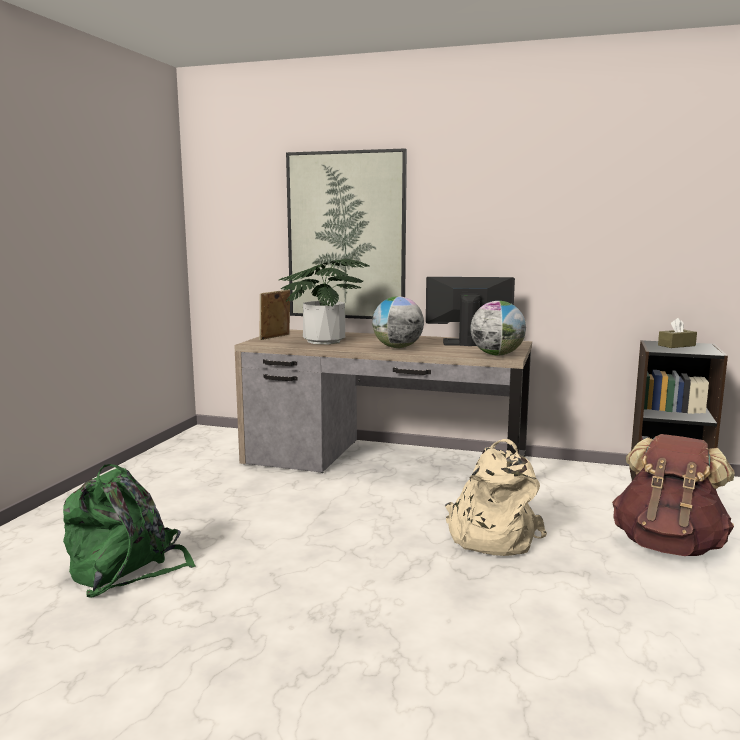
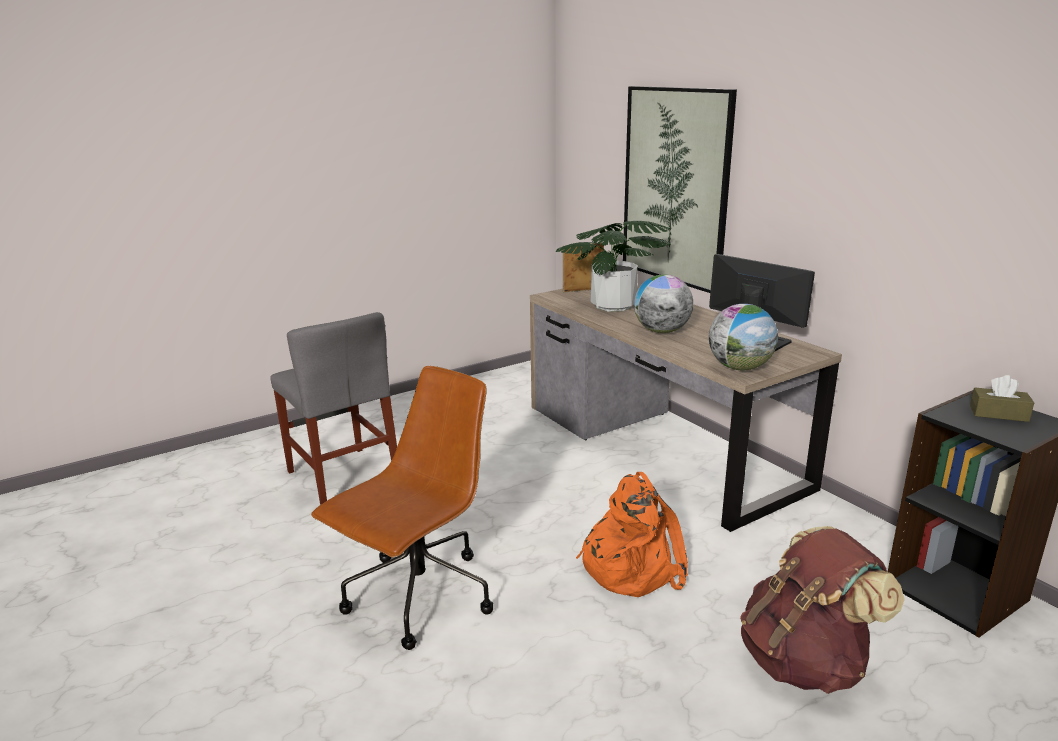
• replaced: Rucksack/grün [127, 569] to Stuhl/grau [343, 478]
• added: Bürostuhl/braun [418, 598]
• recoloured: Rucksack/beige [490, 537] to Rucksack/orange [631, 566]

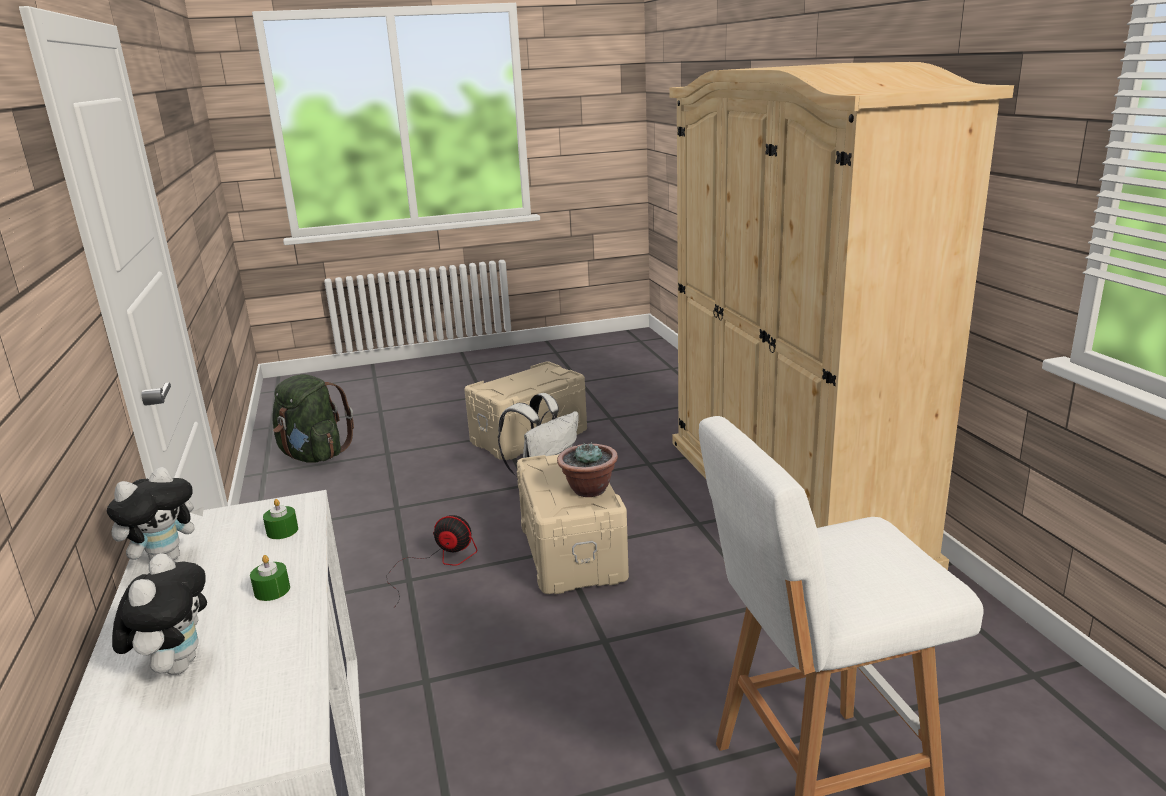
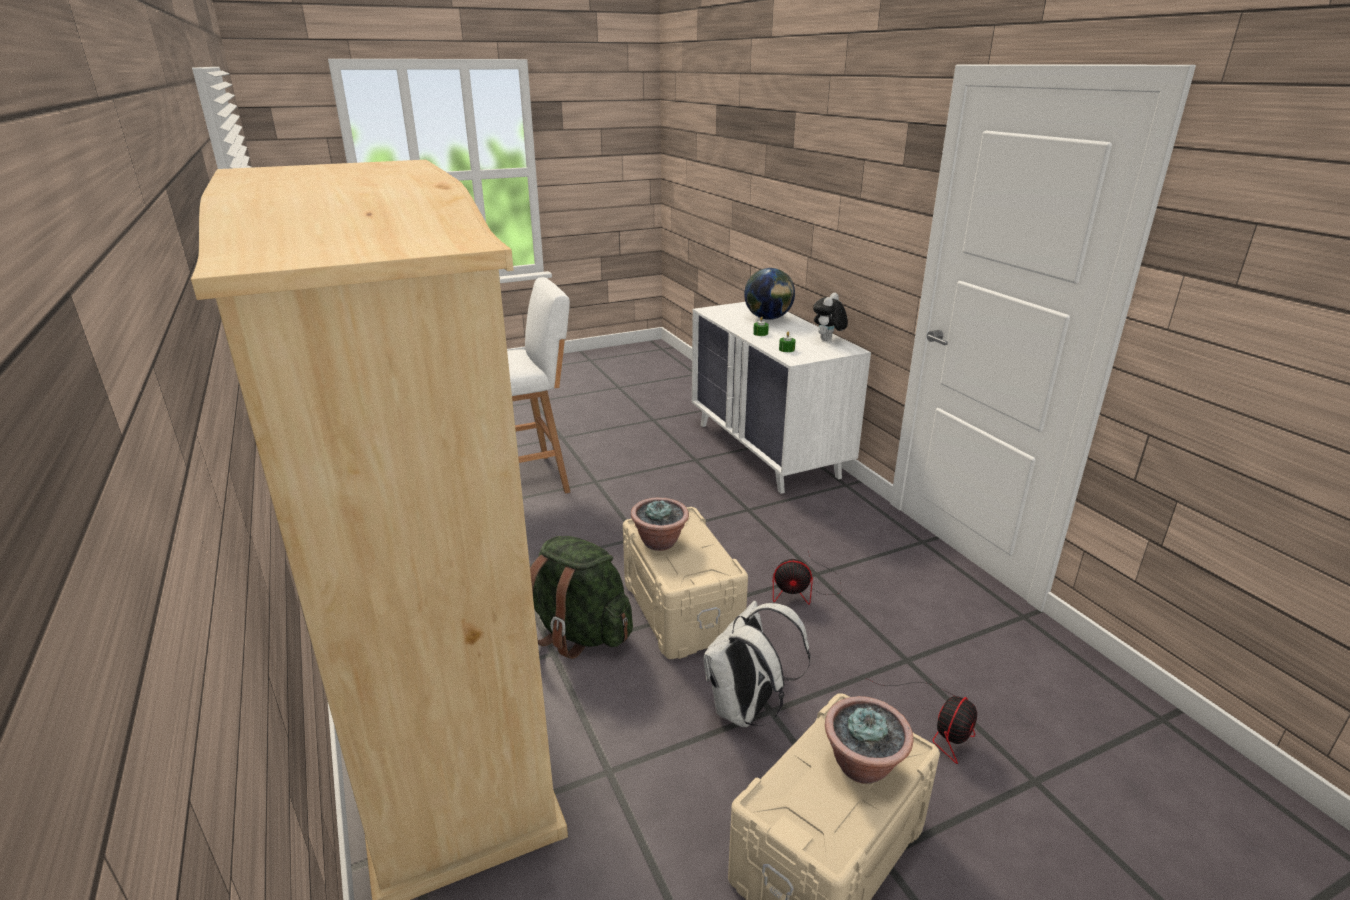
• moved: Rucksack/grün [314, 456] to [579, 633]
• replaced: Plüschtier [176, 665] to Globus [768, 318]
• added: Topfpflanze [863, 766]
• added: Ventilator [940, 725]

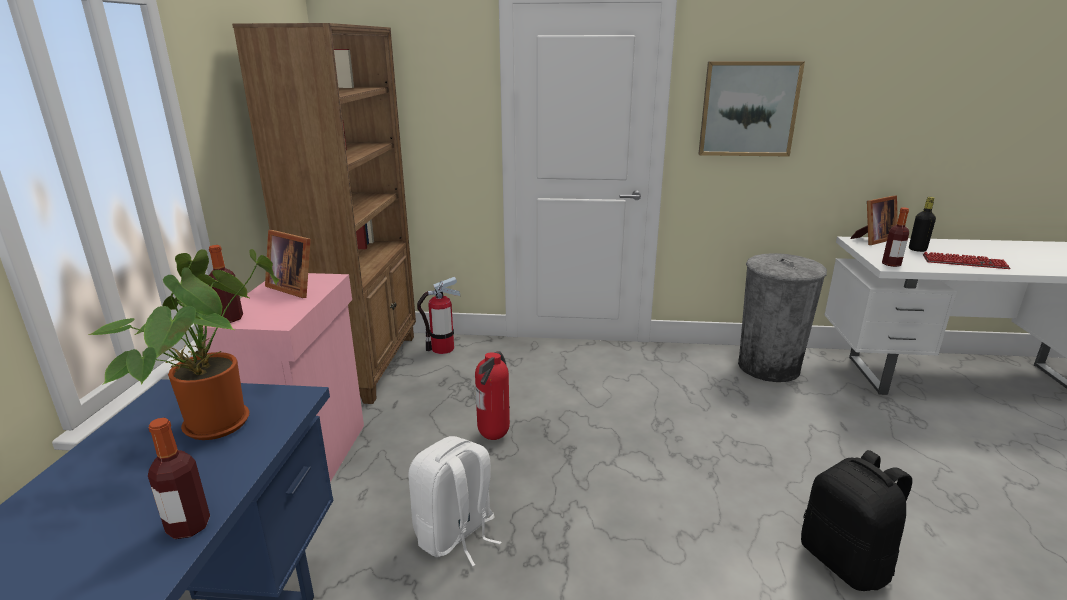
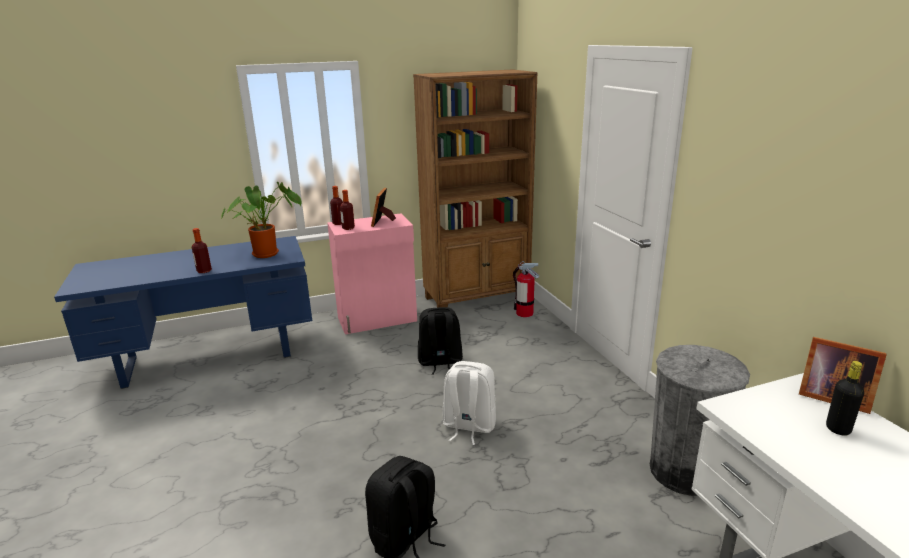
• moved: Flasche [891, 264] to [348, 228]
• replaced: Feuerlöscher [494, 437] to Rucksack/schwarz [440, 362]
• moved: Rucksack/weiß [456, 535] to [468, 426]
• removed: Bild [748, 109]
• removed: Tastatur [964, 262]

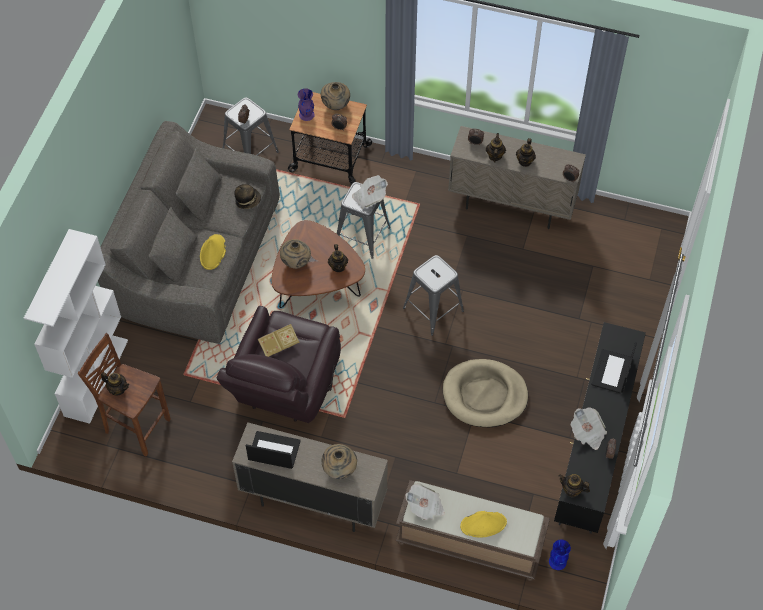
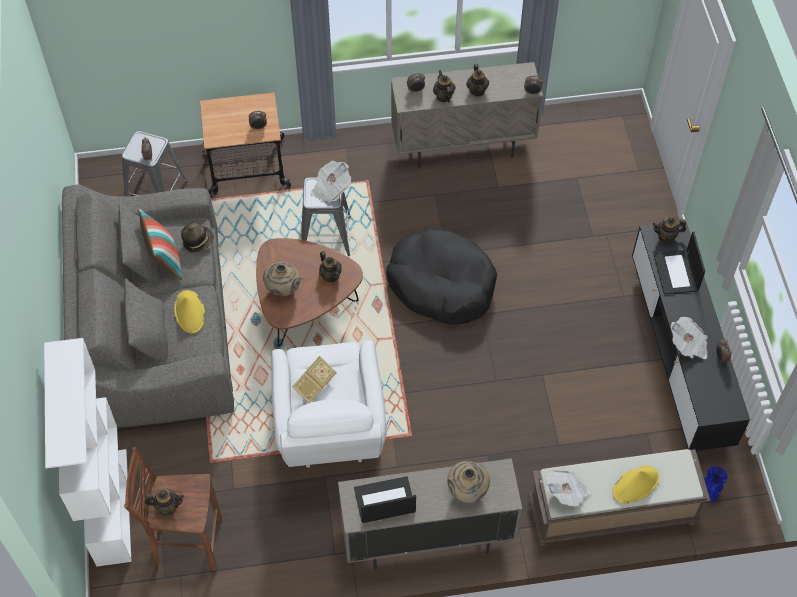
• added: Kissen [164, 260]
• recoloured: Sessel/braun [284, 389] to Sessel/weiß [330, 432]
• replaced: Hocker/grau [433, 309] to Hundebett/schwarz [441, 284]
• moved: Teekanne [572, 490] to [666, 237]
• removed: Vase/lila [306, 115]
• removed: Vase/beige [336, 106]
• removed: Hundebett/beige [484, 395]

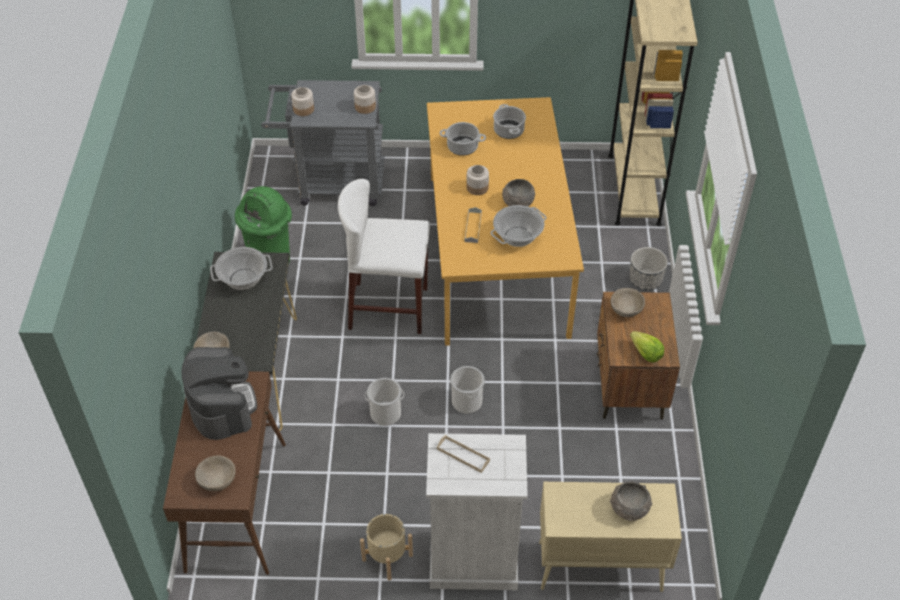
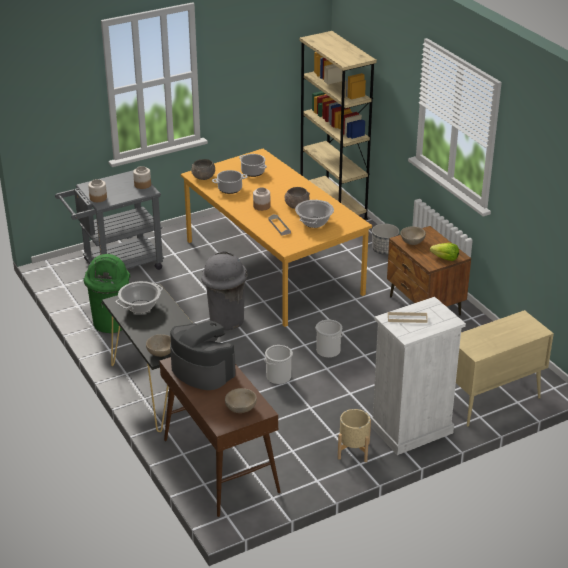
• moved: Schüssel/grau [629, 508] to [203, 177]
• replaced: Hocker/weiß [389, 308] to Mülleimer/grau [226, 320]

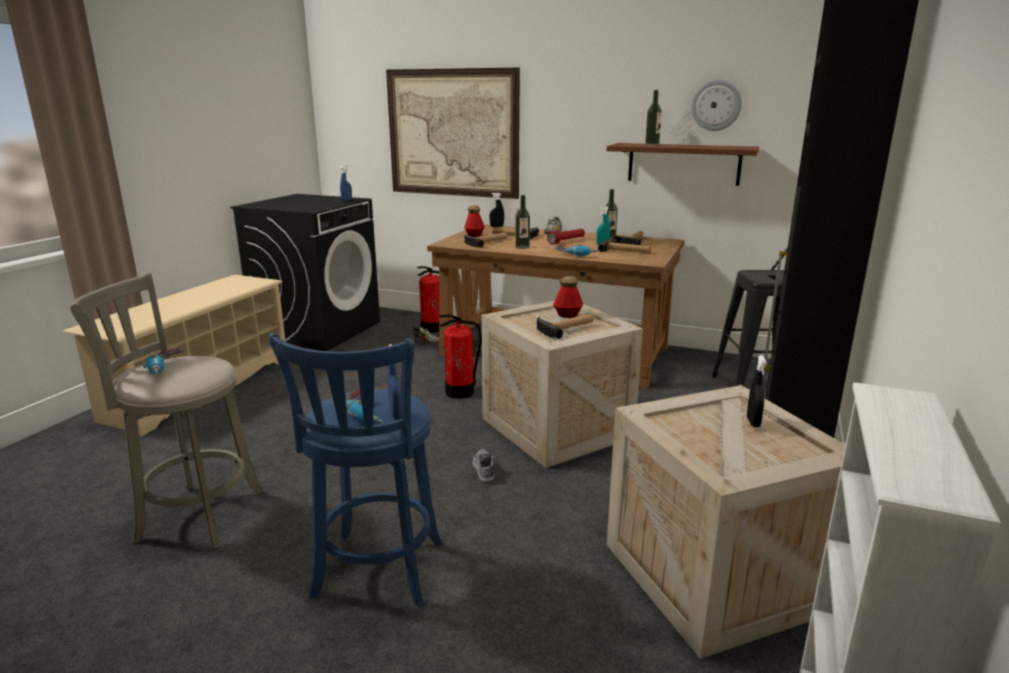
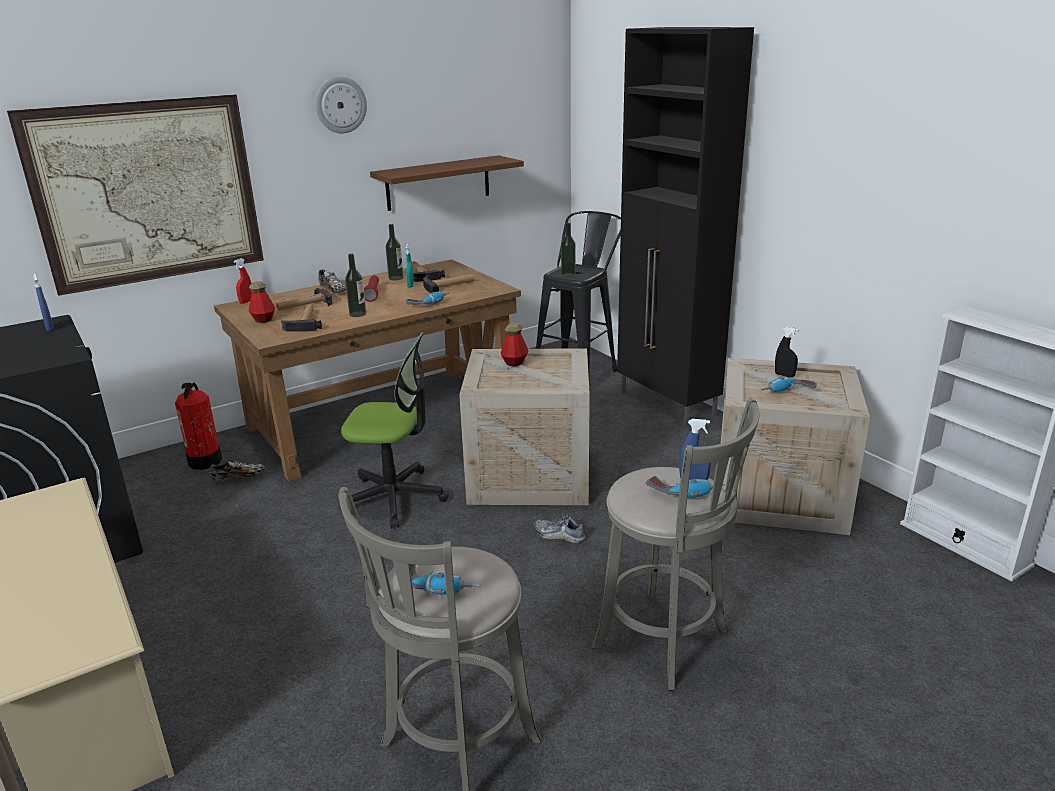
• recoloured: Sprühflasche/schwarz [496, 226] to Sprühflasche/rot [246, 301]
• moved: Wanduhr [716, 105] to [340, 105]
• replaced: Feuerlöscher [460, 392] to Bürostuhl [395, 498]
• moved: Flasche [652, 144] to [568, 275]
• recoloured: Hocker/blau [376, 574] to Hocker/grau [666, 642]
• added: Bohrmaschine [787, 393]
• removed: Hammer [567, 328]

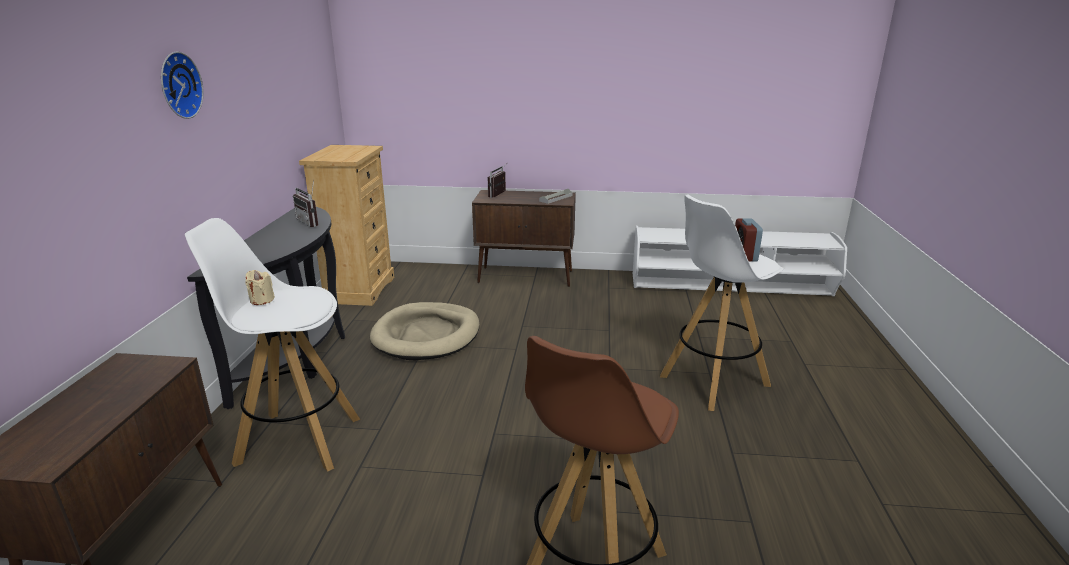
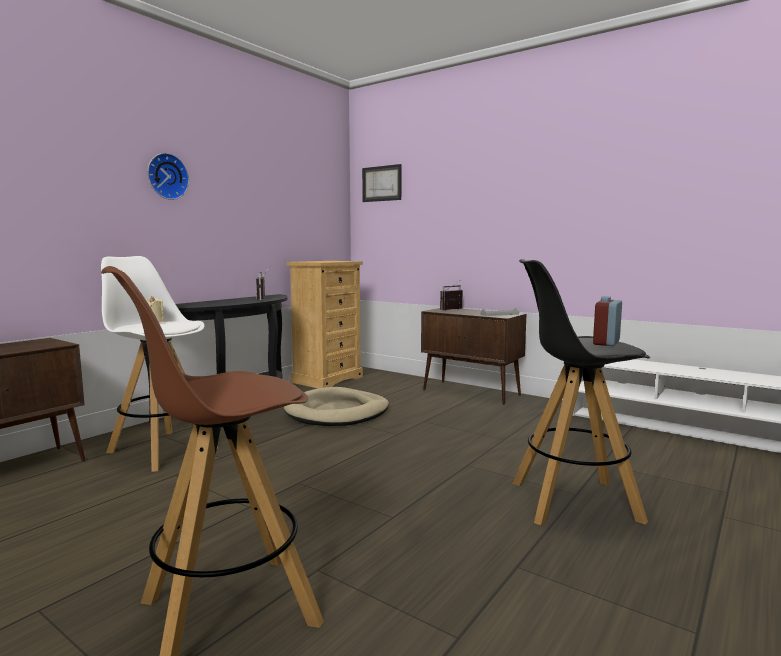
• added: Bild [381, 183]
• recoloured: Hocker/weiß [713, 381] to Hocker/schwarz [572, 501]

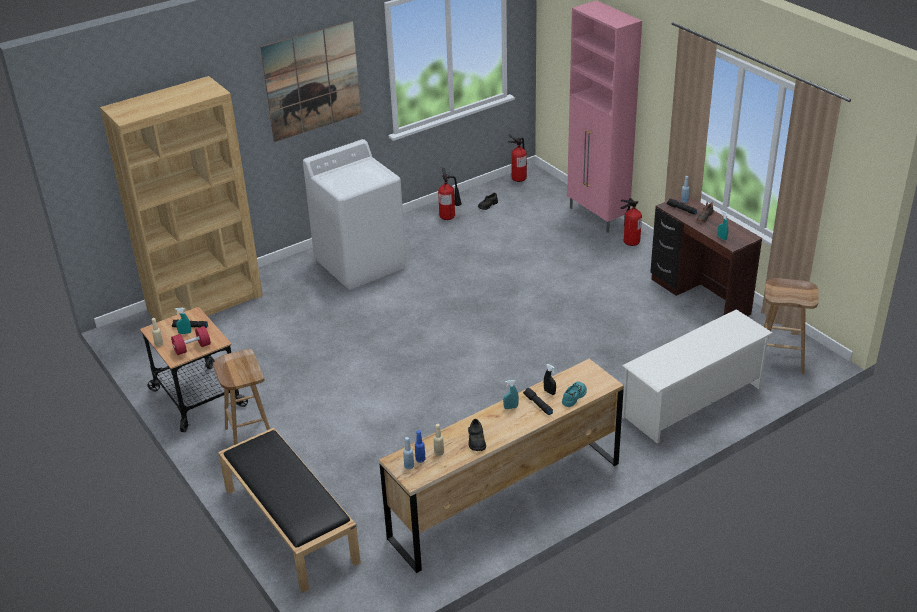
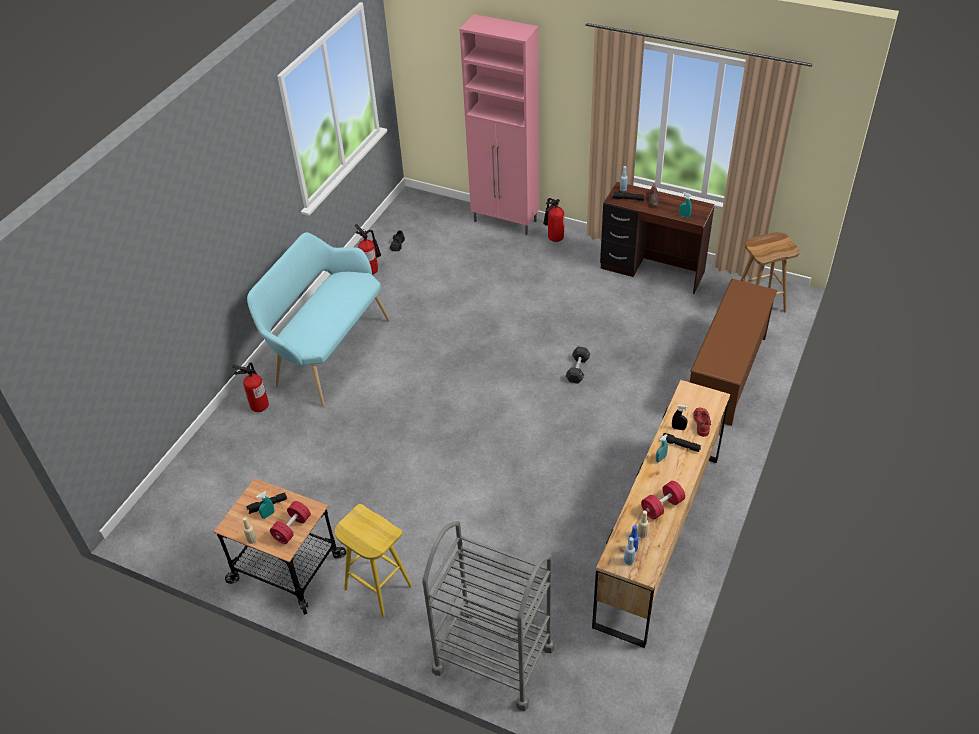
• moved: Feuerlöscher [519, 178] to [259, 405]
• replaced: Waschmaschine/weiß [361, 263] to Bank/türkis [327, 352]
• recoloured: Hocker/braun [249, 437] to Hocker/gelb [377, 587]
• replaced: Bank/schwarz [289, 524] to Rollwagen/grau [493, 659]
• added: Hantel/schwarz [577, 370]
• replaced: Schuh/schwarz [476, 441] to Hantel/rot [662, 506]
• recoloured: Schuhregal/weiß [692, 402] to Schuhregal/braun [727, 374]
• recoloured: Schuh/türkis [574, 396] to Schuh/rot [702, 423]
• removed: Bücherregal/braun [206, 303]
• removed: Bild [312, 81]

